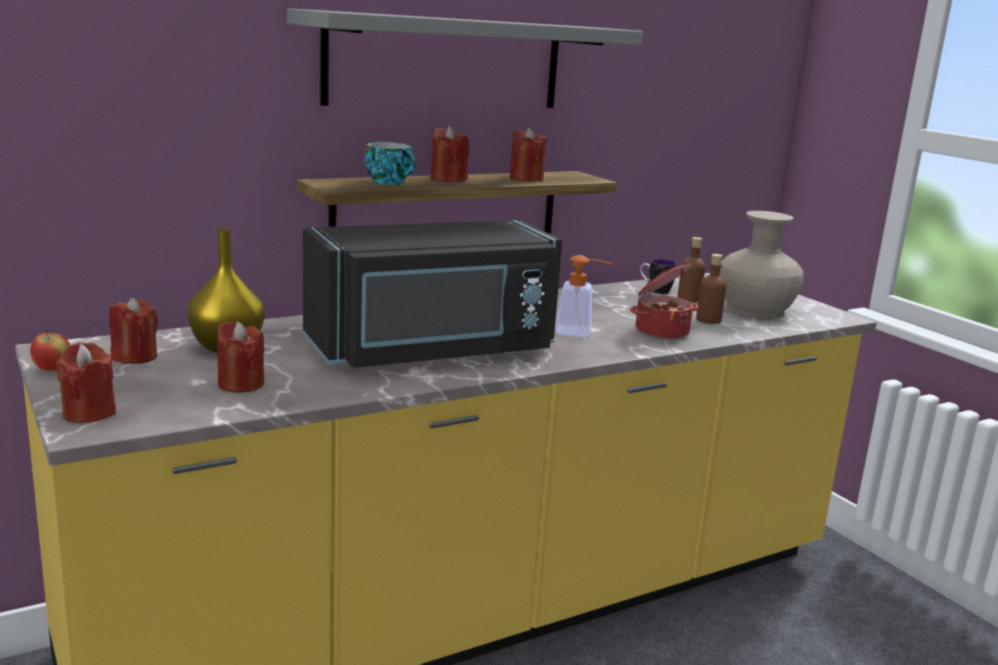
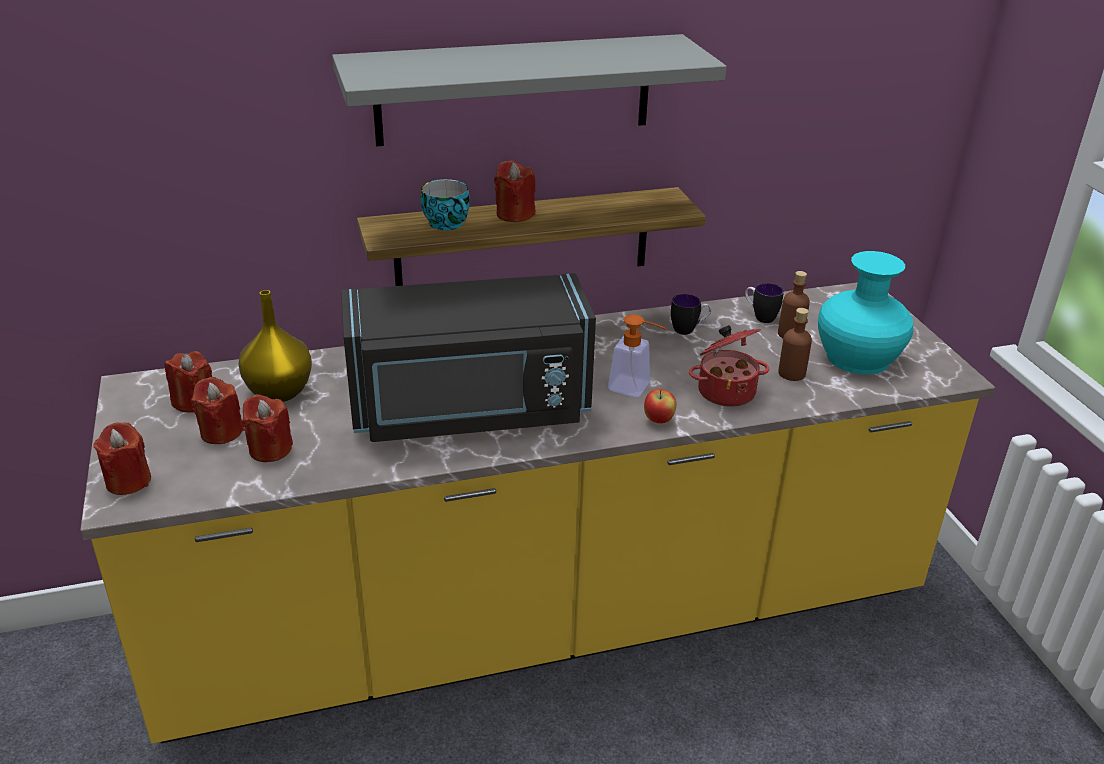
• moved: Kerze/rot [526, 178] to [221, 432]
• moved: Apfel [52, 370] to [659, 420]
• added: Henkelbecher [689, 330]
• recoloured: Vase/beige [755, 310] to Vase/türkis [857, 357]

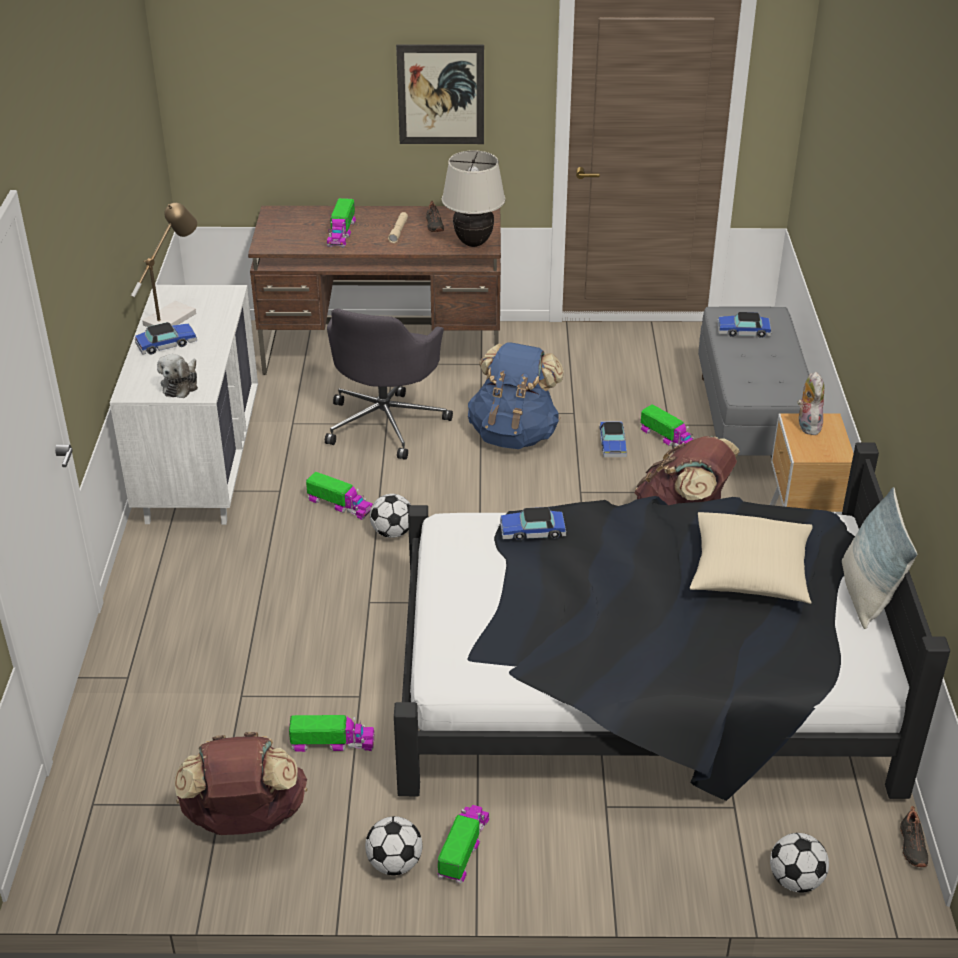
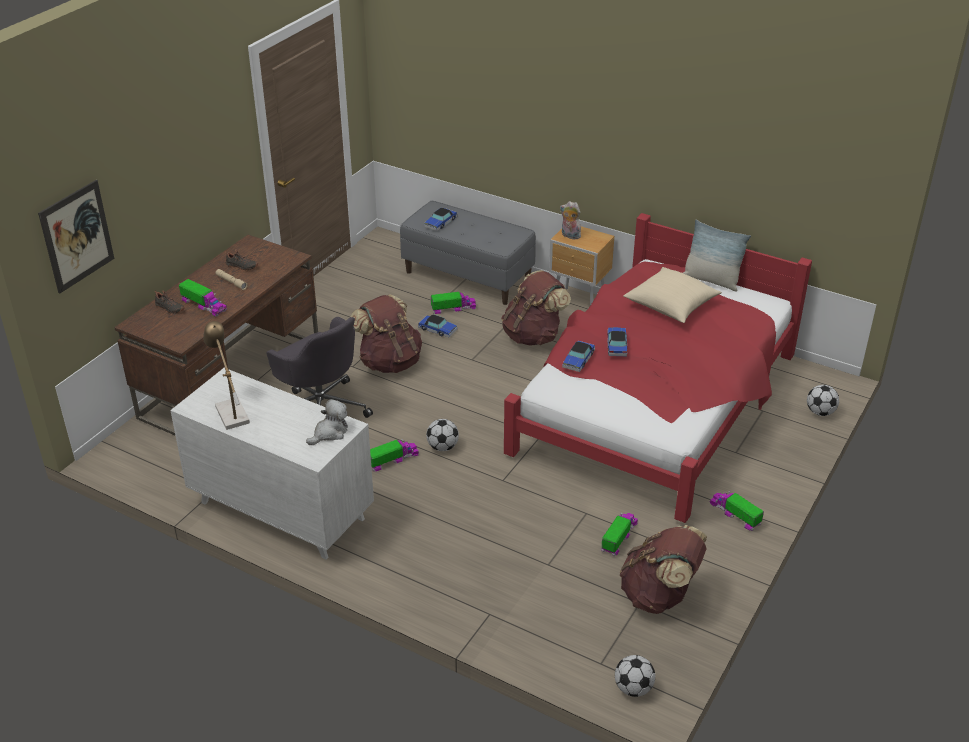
• moved: Bild [441, 94] to [77, 236]
• moved: Schuh/schwarz [911, 846] to [169, 308]
• turned: Plüschtier [181, 385] = [330, 433] 90 degrees counterclockwise
• recoloured: Rucksack/blau [514, 434] to Rucksack/braun [389, 362]
• recoloured: Bett/schwarz [638, 685] to Bett/rot [654, 405]
• moved: Spielzeugauto [166, 344] to [617, 345]
• moved: Fußball [394, 863] to [633, 688]
• removed: Tischlampe/beige [473, 243]

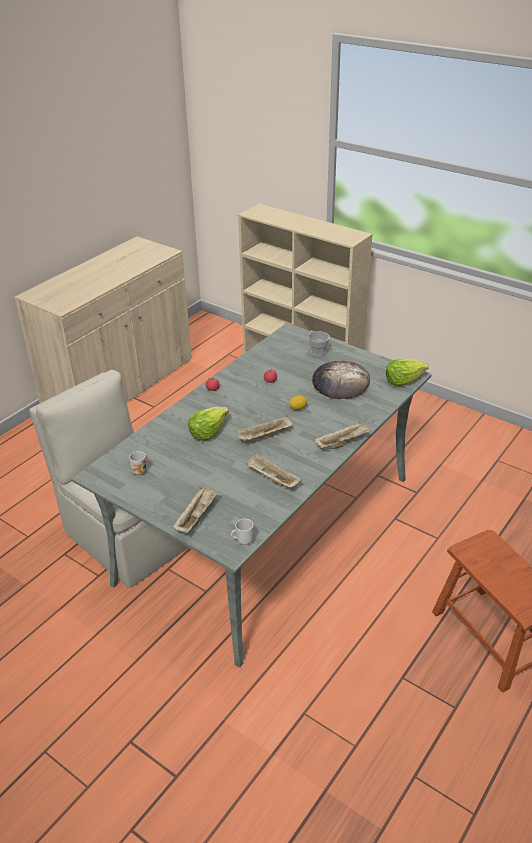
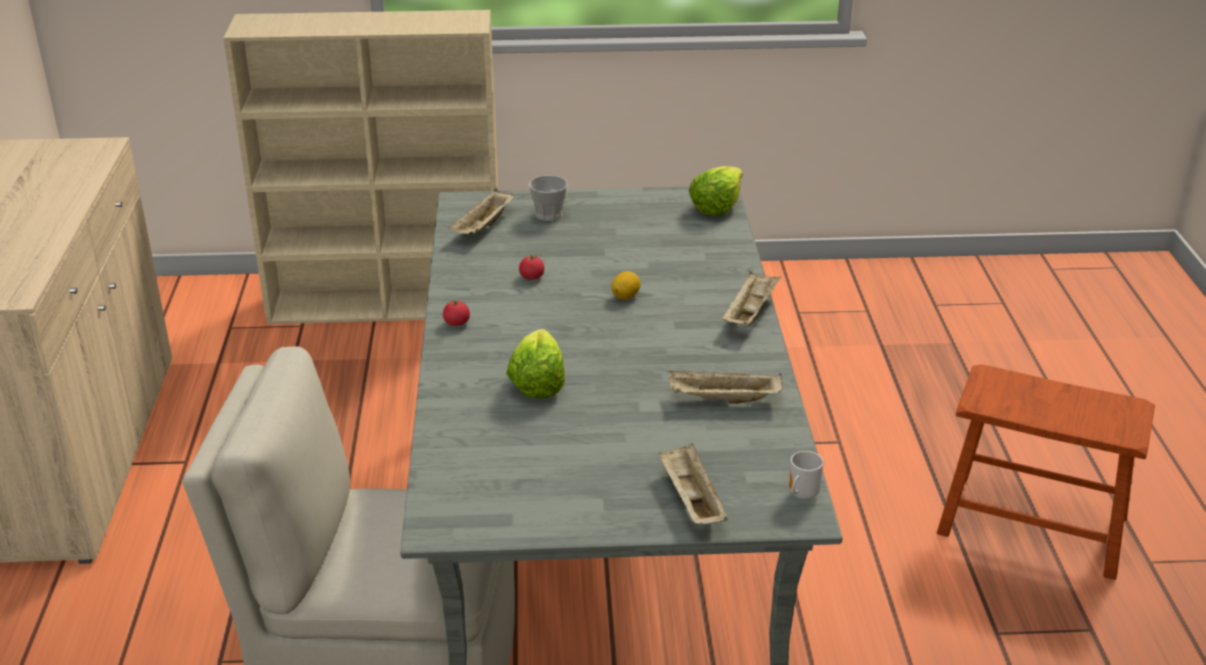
• moved: Tablett/beige [264, 437] to [483, 227]
• removed: Henkelbecher [141, 471]
• removed: Brot [340, 383]

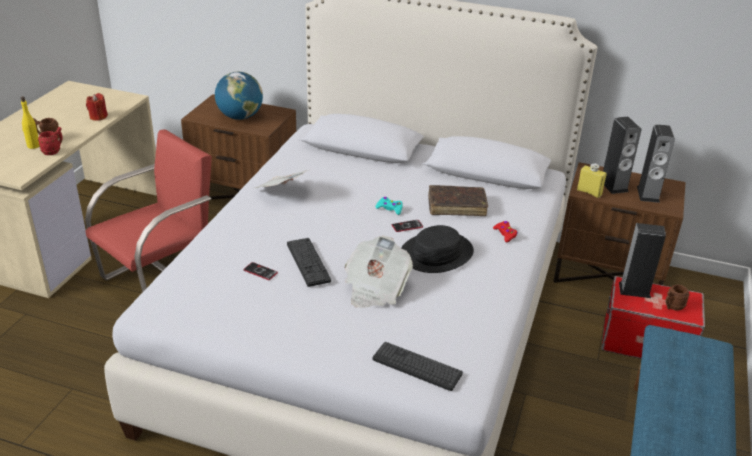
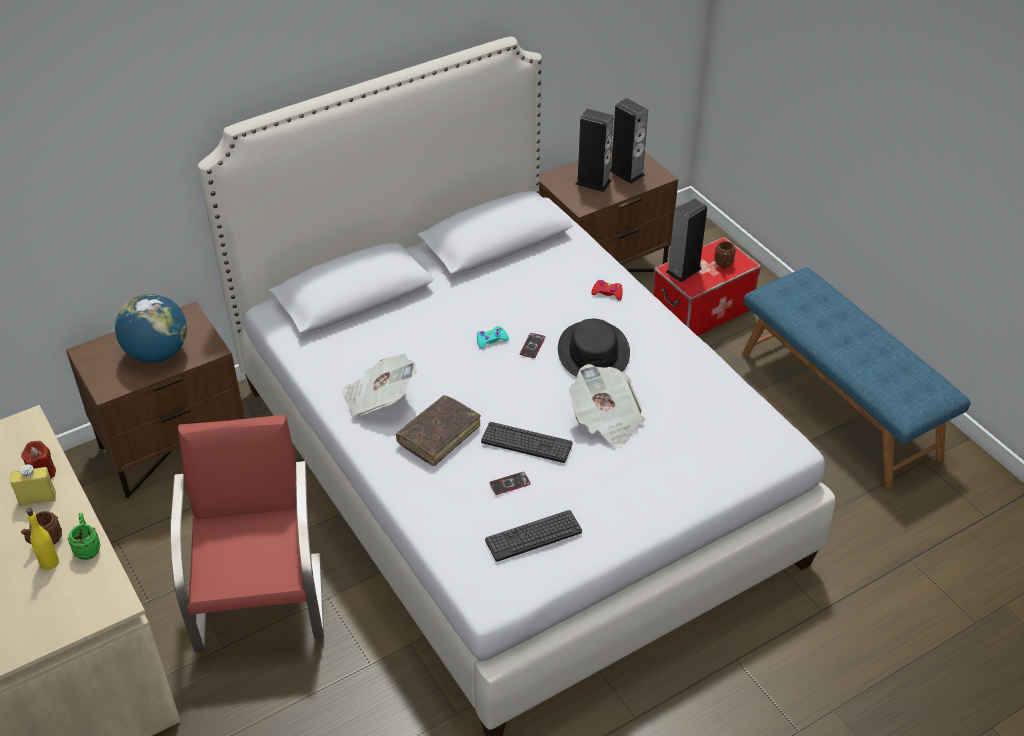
• moved: Flasche/gelb [589, 192] to [37, 499]
• recoloured: Henkelbecher/rot [54, 151] to Henkelbecher/grün [87, 548]
• moved: Buch/braun [456, 206] to [439, 435]
• moved: Tastatur [417, 366] to [533, 536]

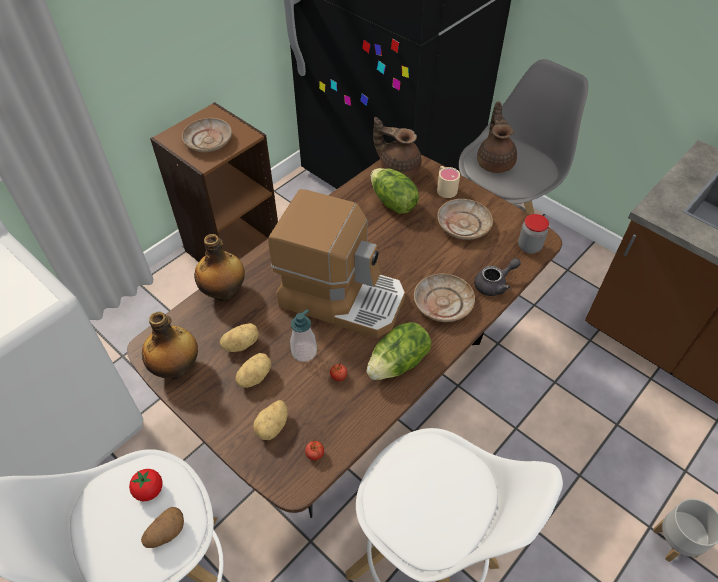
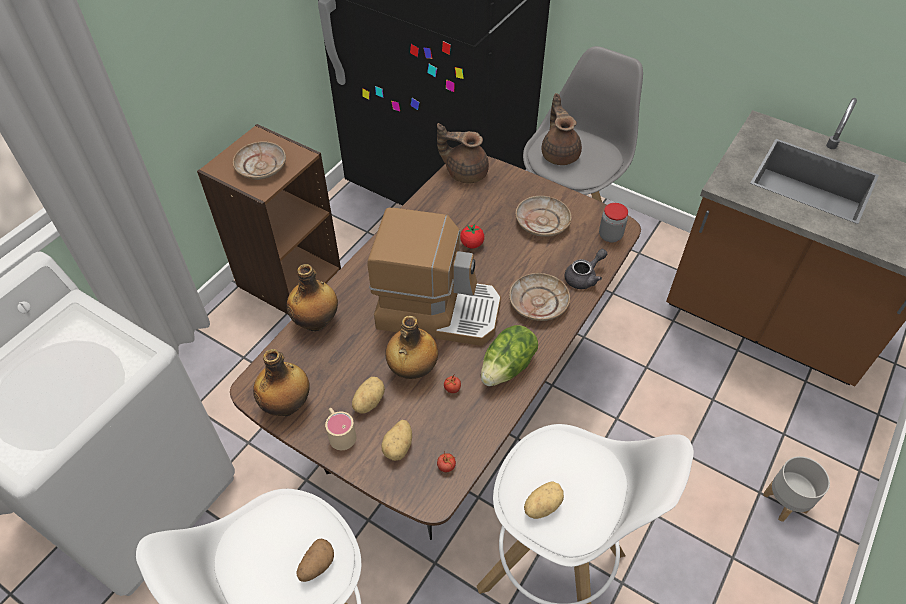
• moved: Henkelbecher/beige [445, 187] to [340, 433]
• replaced: Seifenspender [304, 352] to Flasche [412, 370]
• moved: Tomate [149, 490] to [472, 244]
• moved: Kartoffel [241, 344] to [541, 505]
• removed: Salatkopf [392, 203]

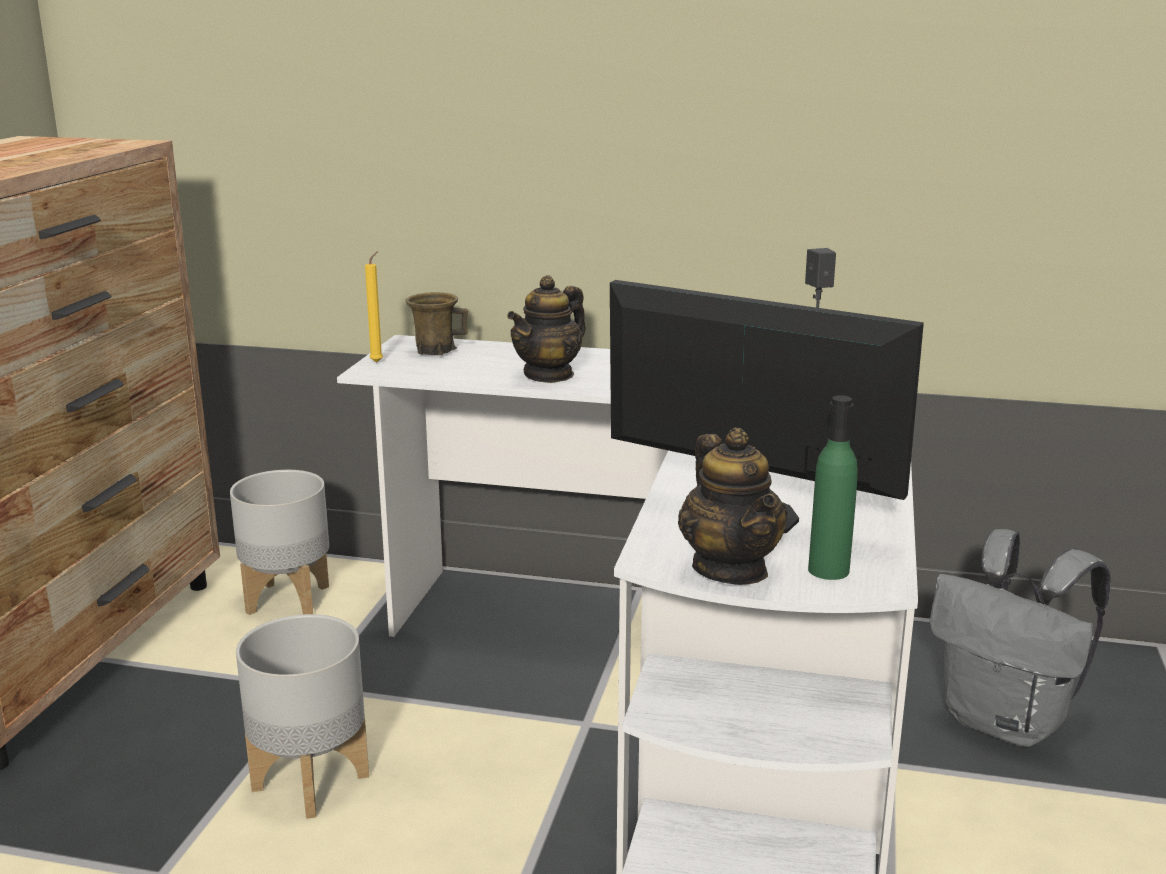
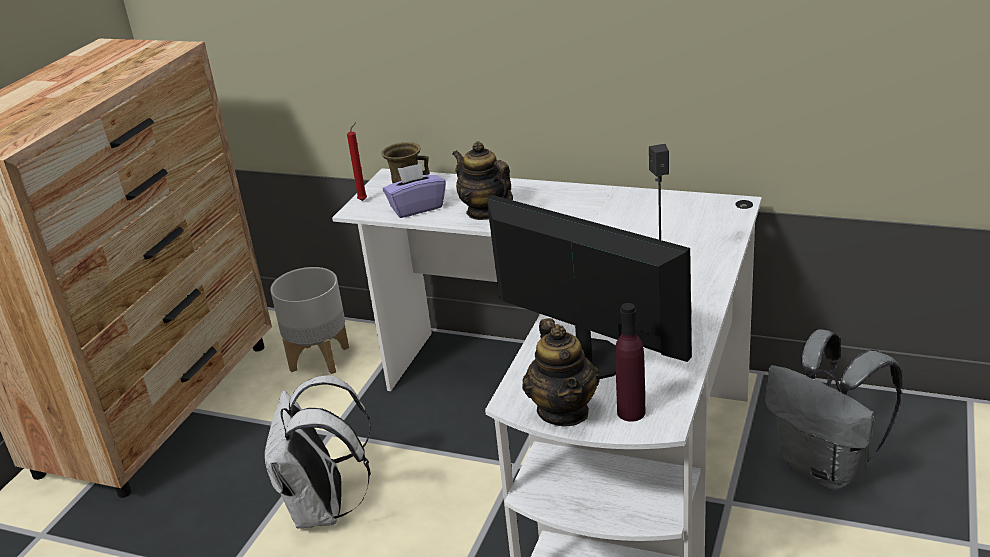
• replaced: Pflanzkübel/grau [312, 782] to Rucksack/weiß [324, 510]
• recoloured: Kerze/gelb [378, 362] to Kerze/rot [364, 200]
• added: Taschentuchbox/lila [416, 208]
• turned: Teekanne [549, 375] = [485, 211] 90 degrees clockwise
• recoloured: Flasche/grün [828, 570] to Flasche/lila [631, 412]

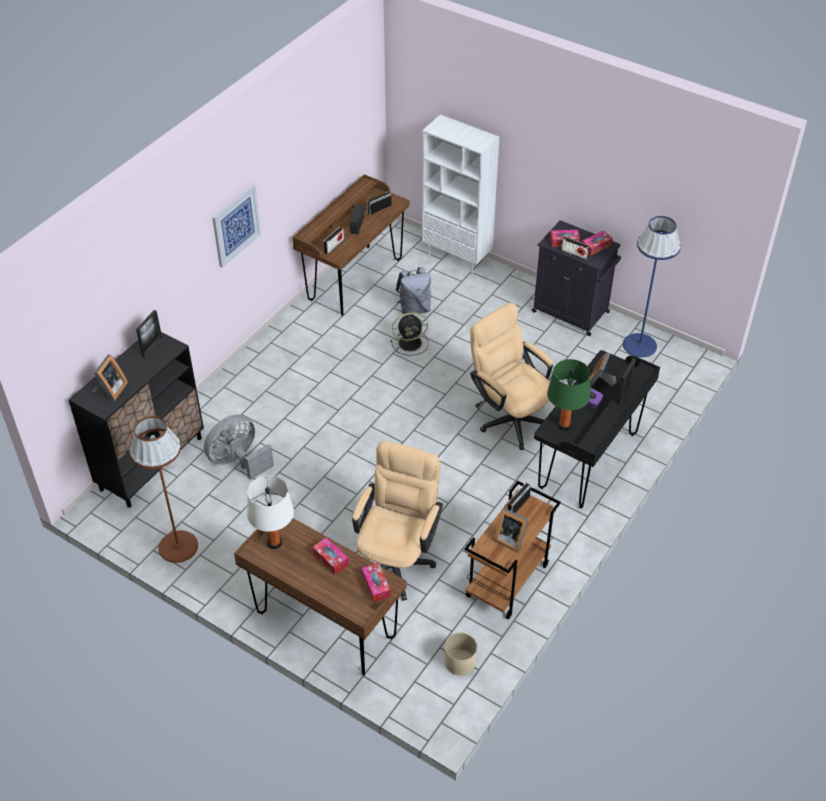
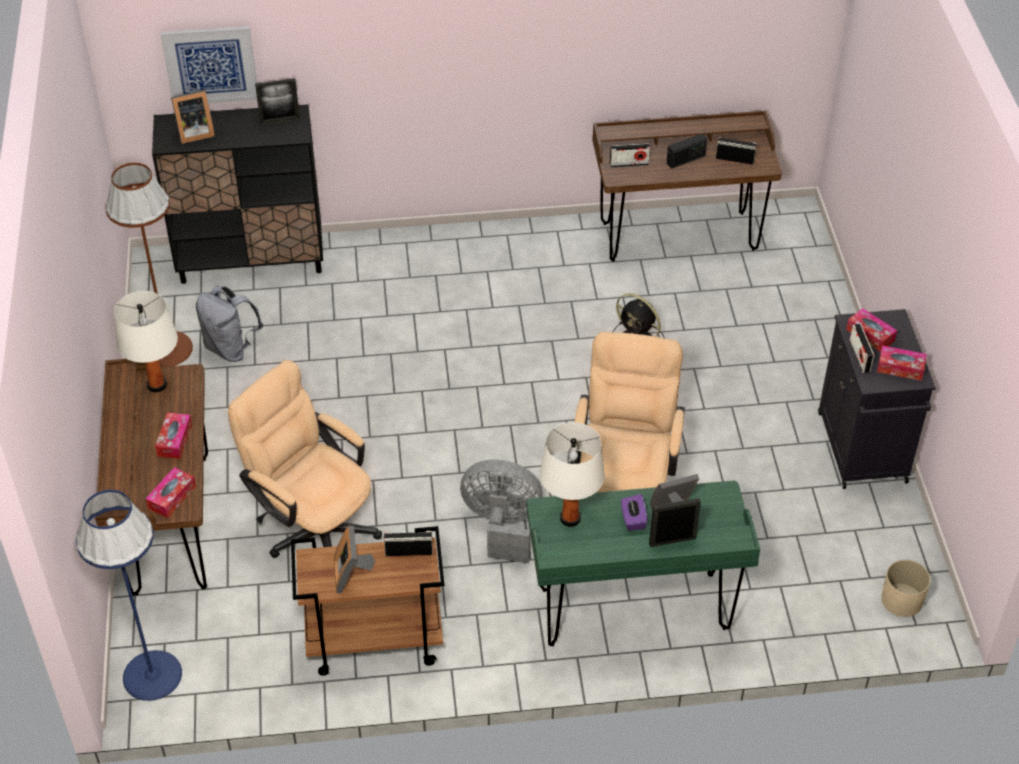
• moved: Stehlampe/blau [639, 345] to [152, 675]
• moved: Bild [236, 225] to [210, 65]
• moved: Rucksack/grau [414, 309] to [231, 348]
• turned: Bürostuhl/beige [397, 559] = [314, 526] 120 degrees counterclockwise
• moved: Ventilator/grau [238, 461] to [502, 526]
• recoloured: Schreibtisch/schwarz [588, 461] to Schreibtisch/grün [633, 610]
• recoloured: Tischlampe/grün [564, 425] to Tischlampe/weiß [570, 518]
• moved: Pflanzkübel/beige [459, 662] to [901, 600]
• removed: Bücherregal/weiß [457, 257]

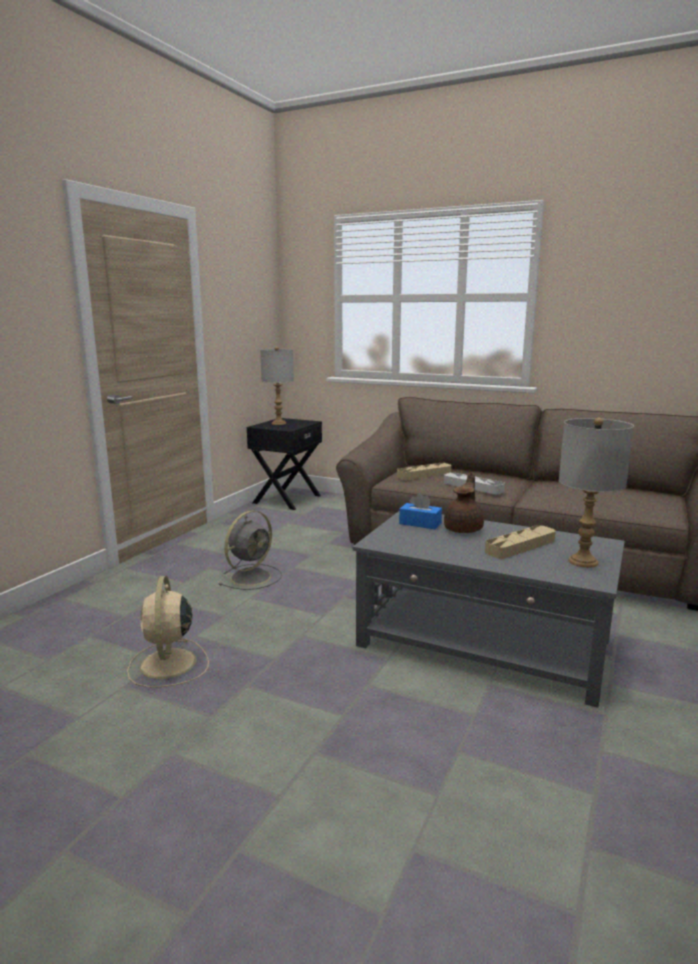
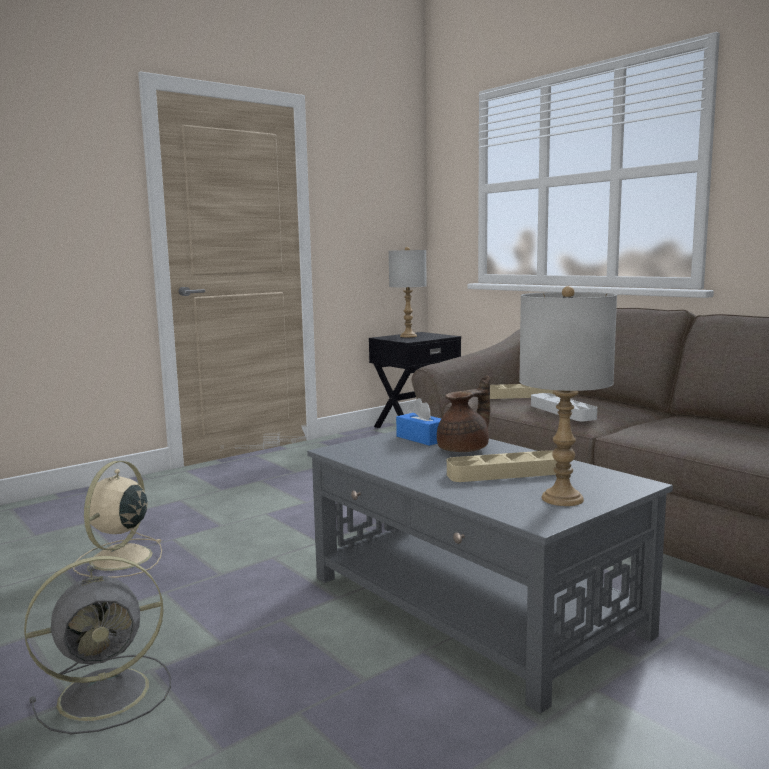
• moved: Ventilator/grau [252, 576] to [108, 692]

